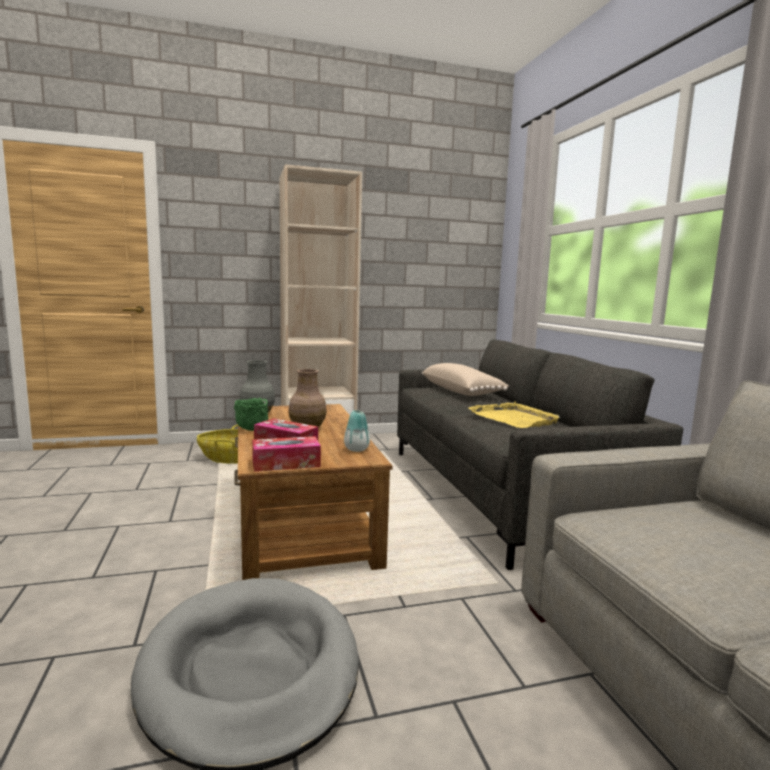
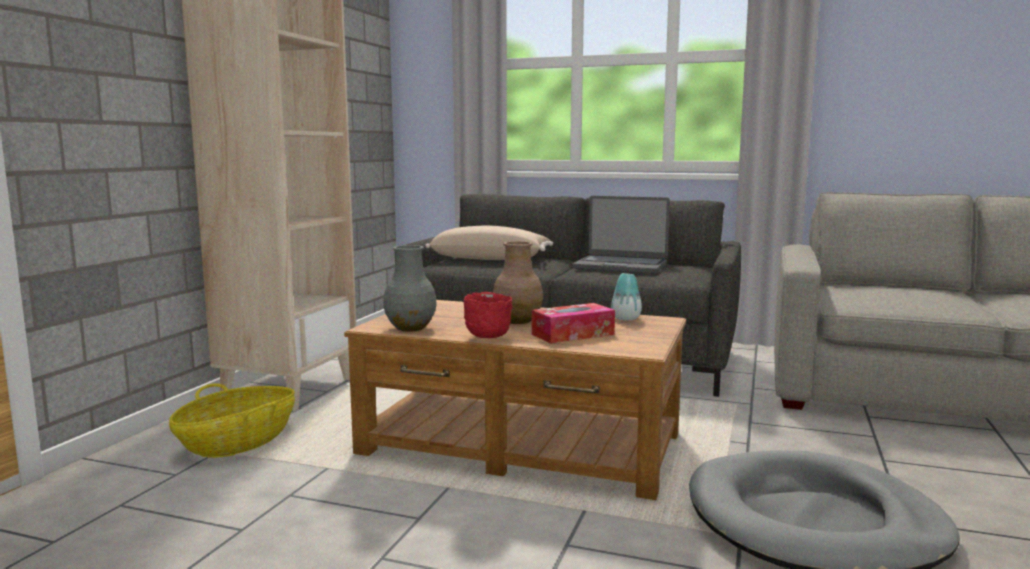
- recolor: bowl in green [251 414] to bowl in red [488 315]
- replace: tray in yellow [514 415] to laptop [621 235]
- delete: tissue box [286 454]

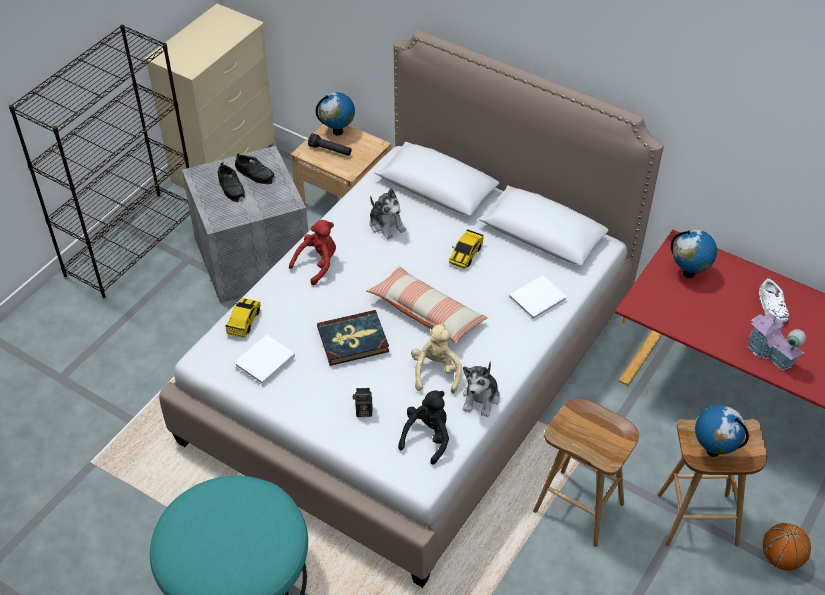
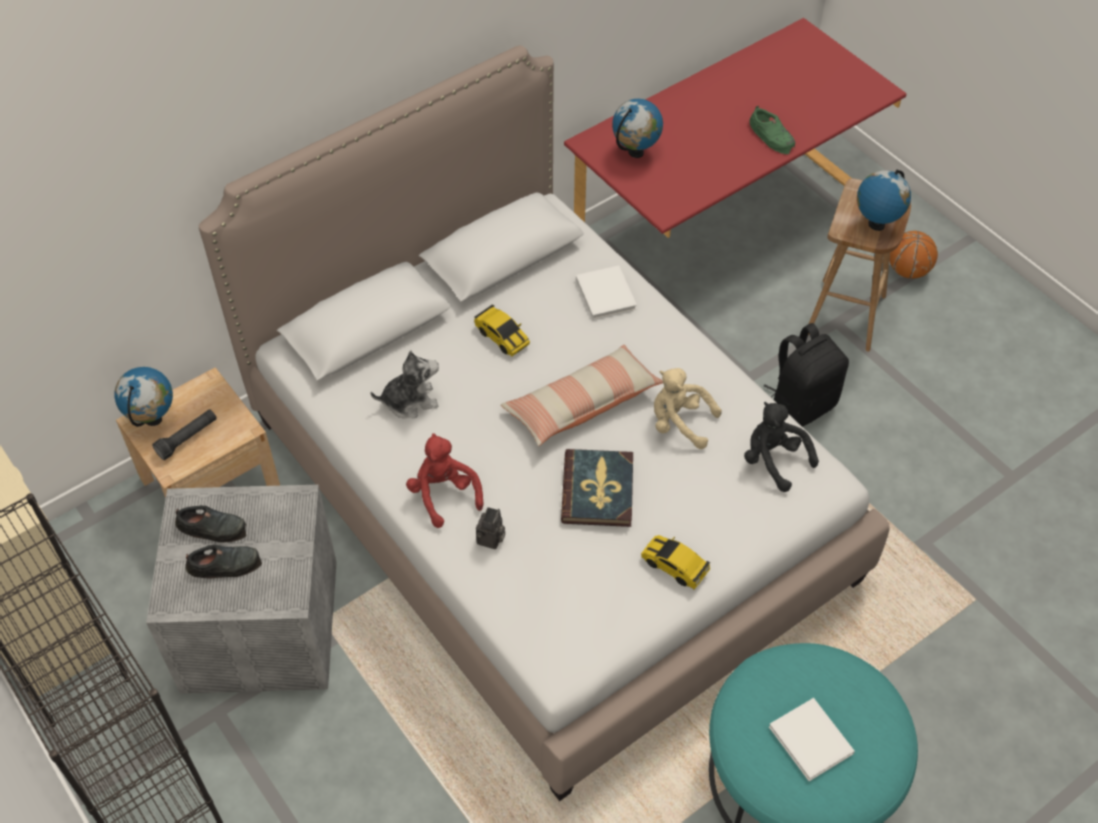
- rotate: shoe in black [255 168] = [210 523] 45 degrees clockwise
- delete: shoe in white [774 300]
- move: toy car [243 318] to [675 562]
- replace: toy house [776 340] to shoe in green [772 130]
- move: book in white [264 360] to [812 739]
- delete: plush toy [481 389]
- move: photo camera [363 402] to [490 528]
- replace: stool in brown [586 472] to backpack in black [806 375]

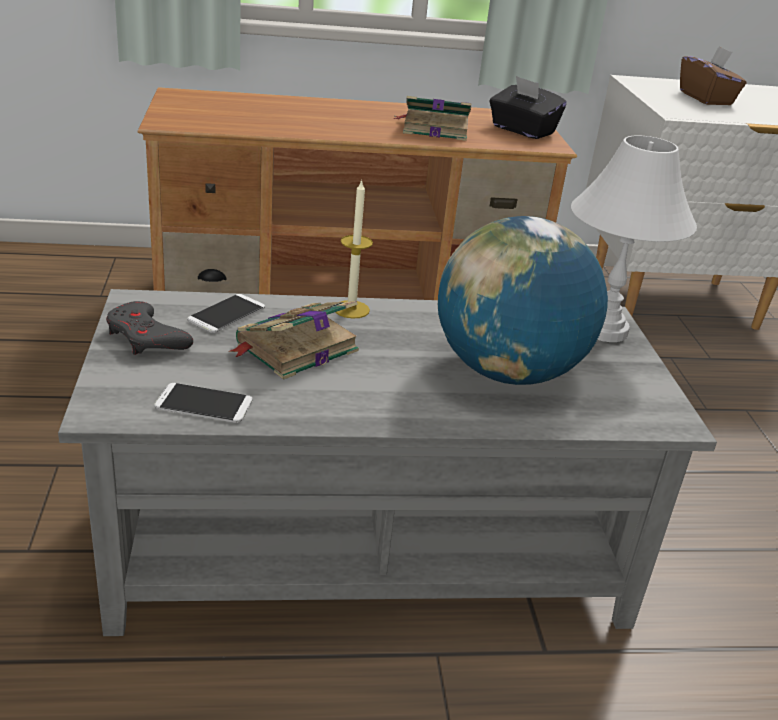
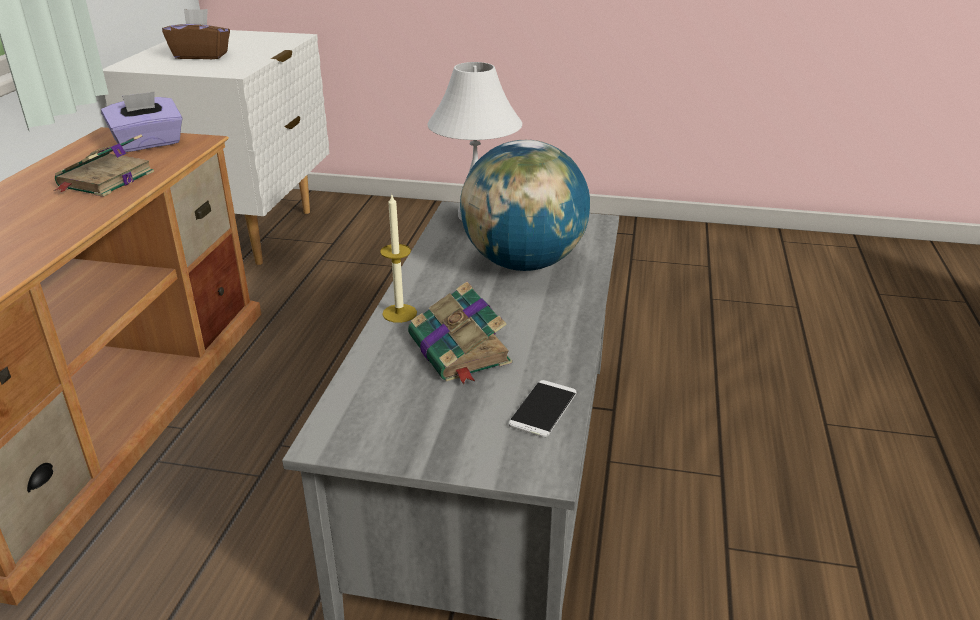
- recolor: tissue box in black [528 107] to tissue box in purple [142 122]
- delete: phone [226 313]
- delete: game controller in grey [149 328]

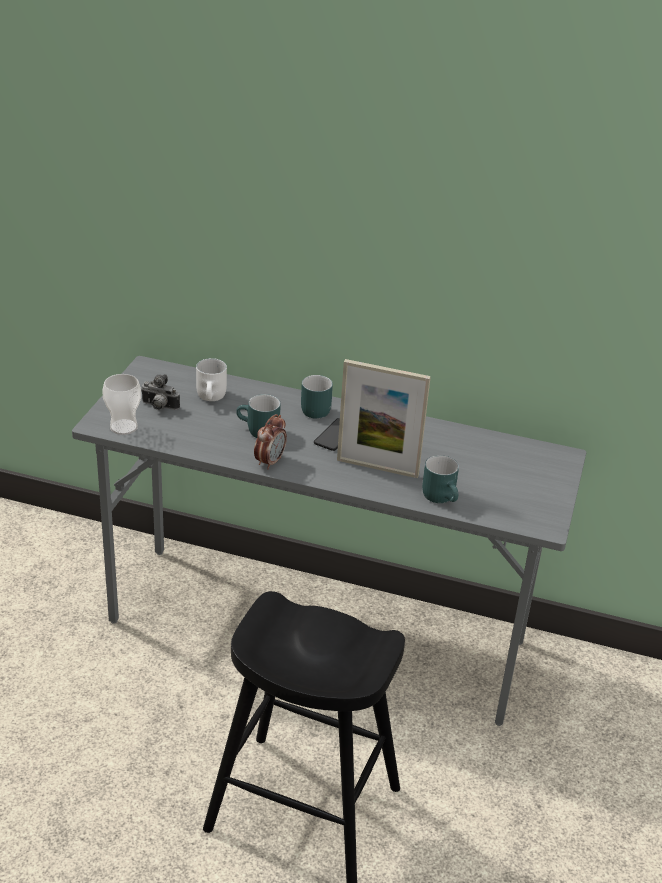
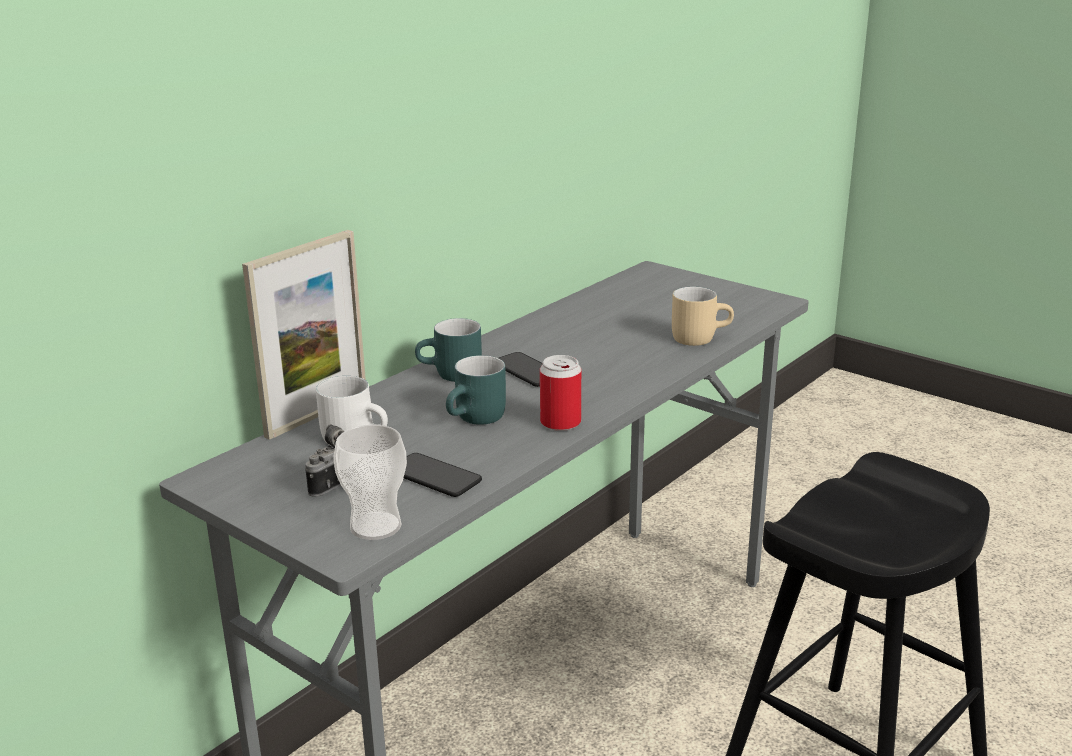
- move: picture frame [384 418] to [304 335]
- replace: alarm clock [270 442] to can [560 393]
- recolor: mug in turquoise [440 479] to mug in beige [703 316]
- insert: phone [443 475]

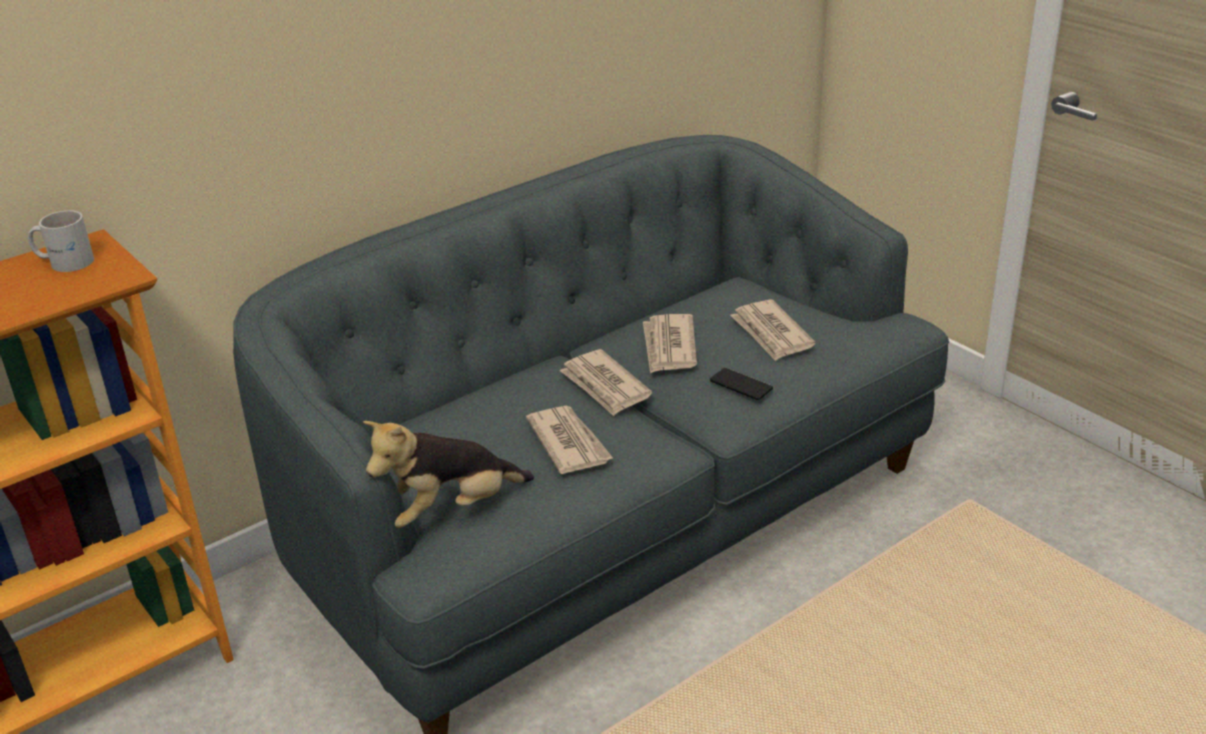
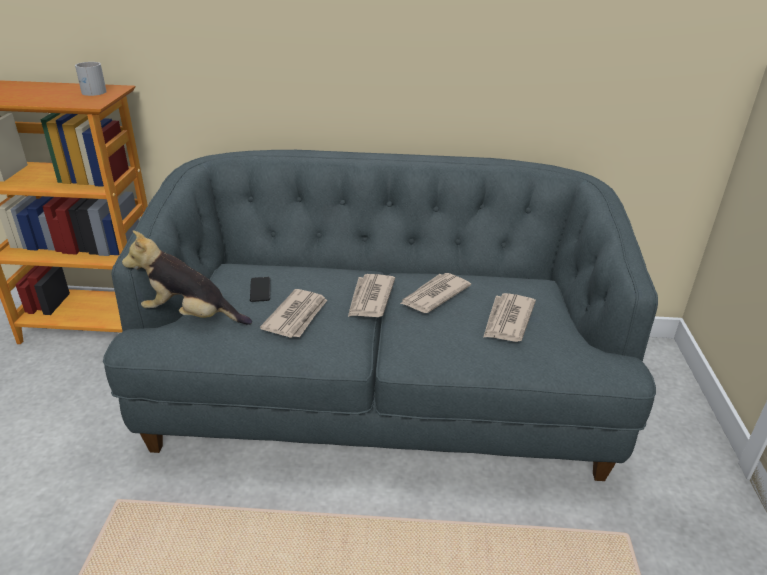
- move: phone [741 384] to [260 289]

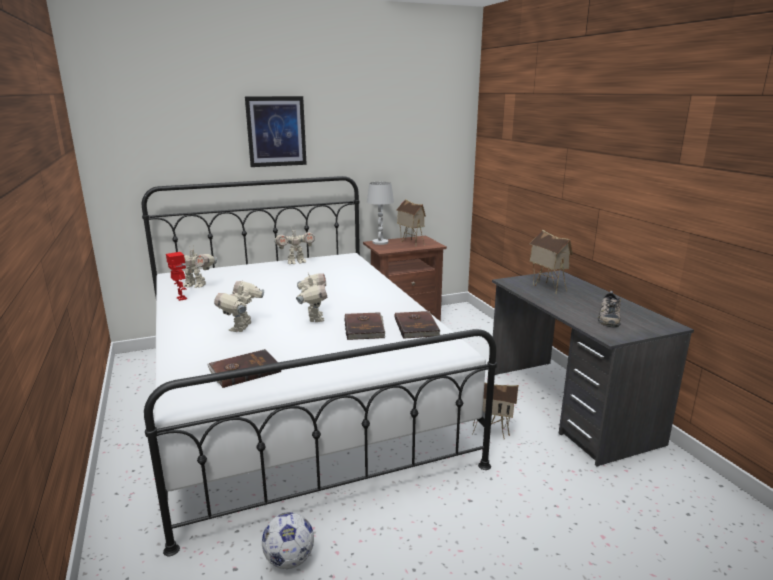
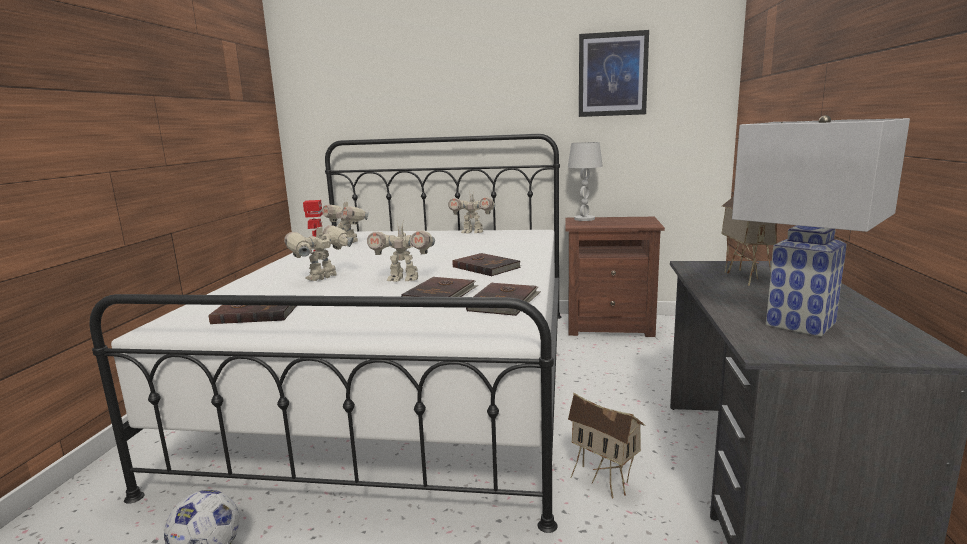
- move: picture [276 131] to [614 73]
- delete: toy house [411 223]
- rotate: toy robot [312 297] = [401 252] 75 degrees clockwise
- replace: shoe [609 309] to table lamp in white [821 226]
- insert: book in brown [486 264]

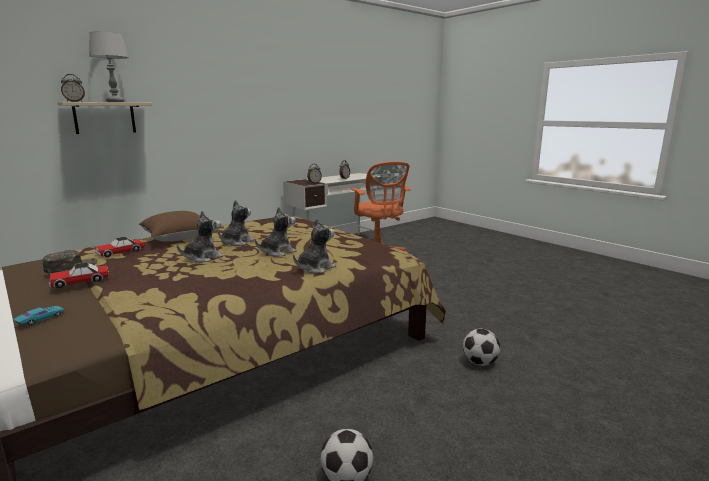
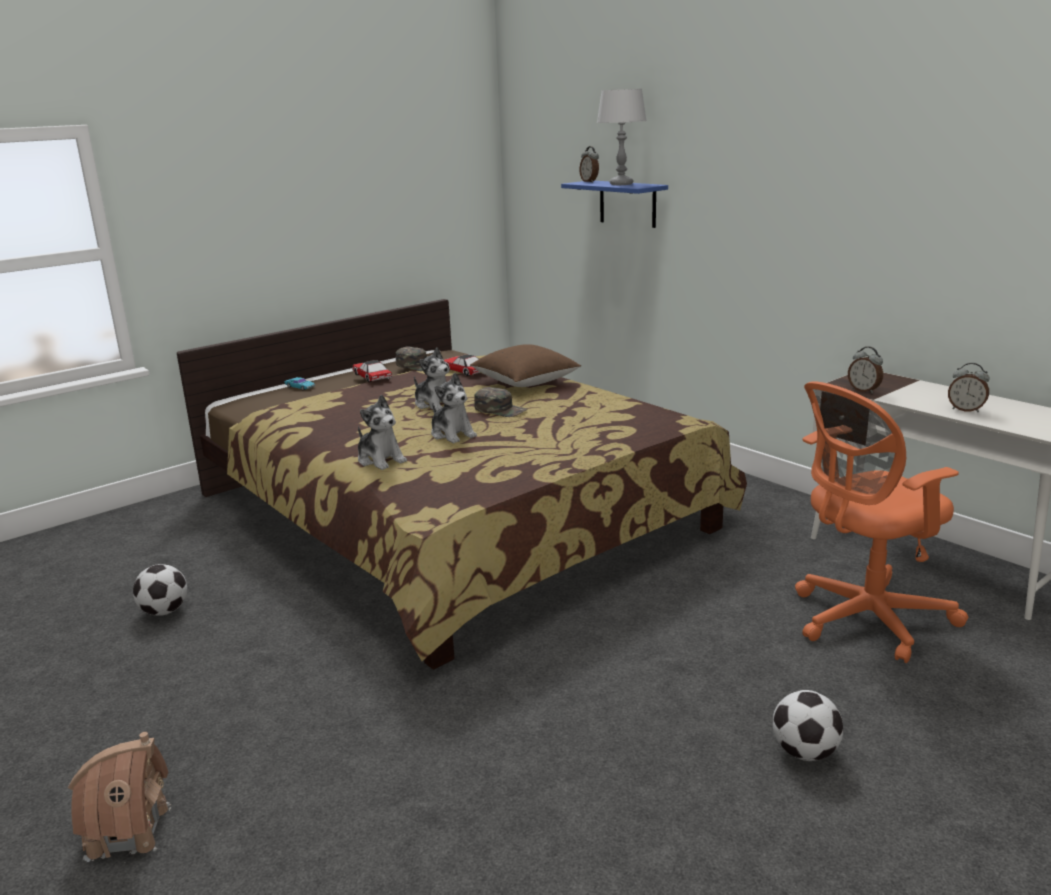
- recolor: shelf in beige [104 118] to shelf in blue [614 204]
- replace: plush toy [236 223] to cap in green [501 402]
- move: football [481 347] to [808 725]
- insert: toy house [119 797]

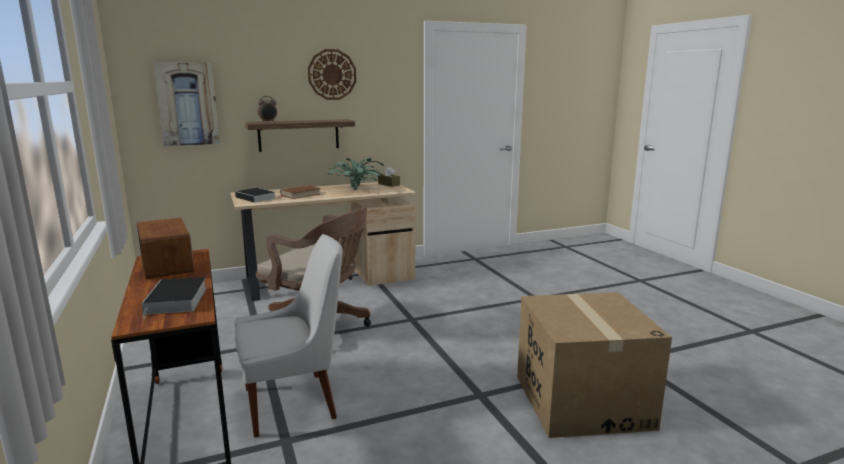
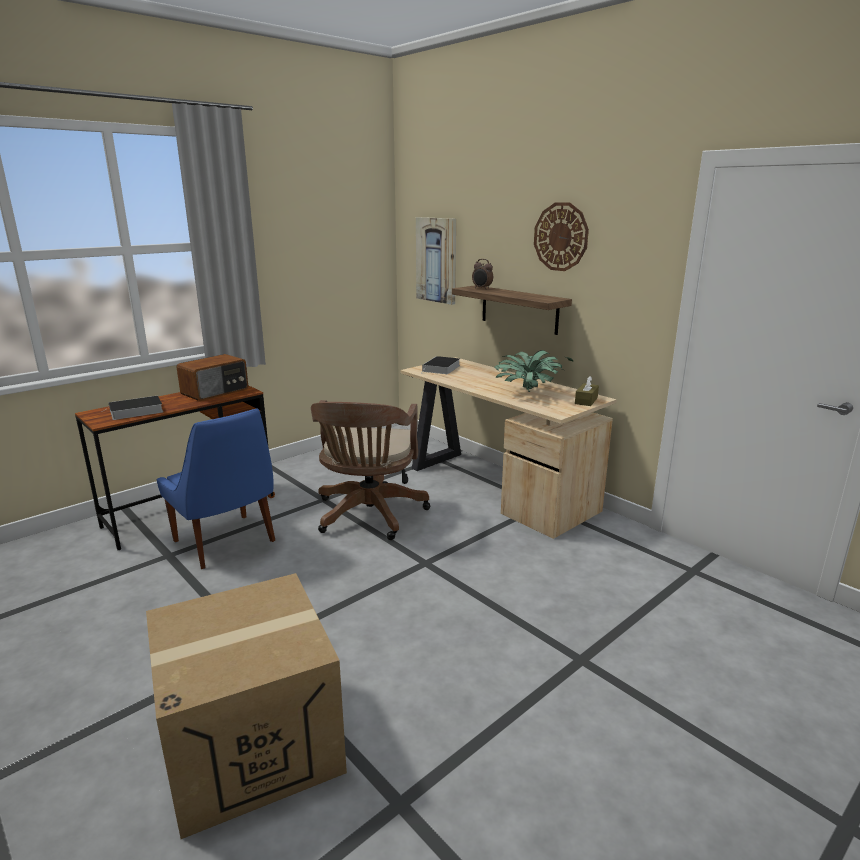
- delete: book in brown [300 192]
- recolor: chair in white [289 336] to chair in blue [215 488]

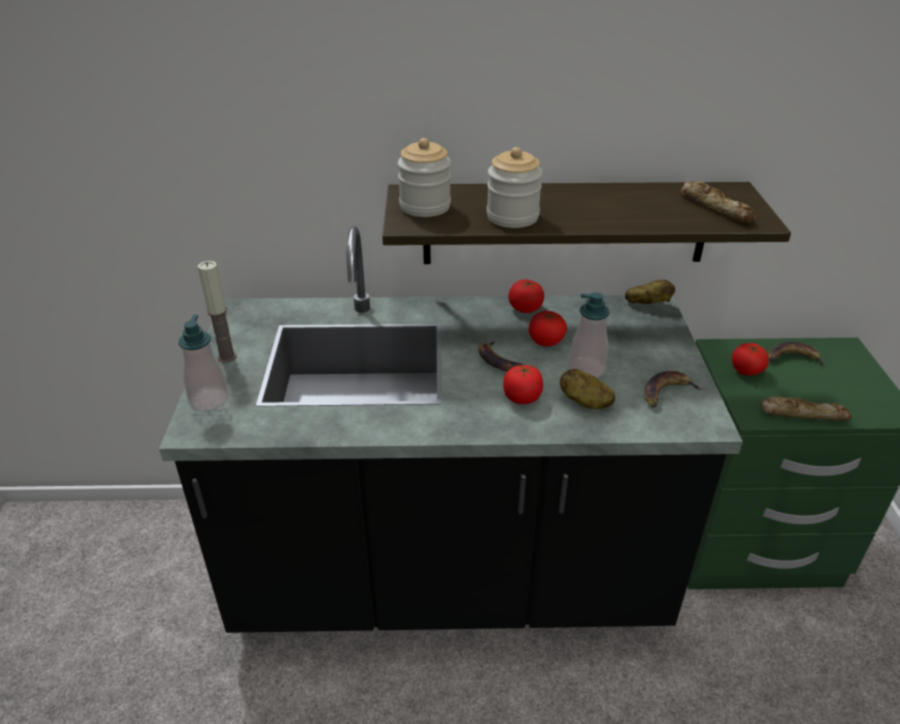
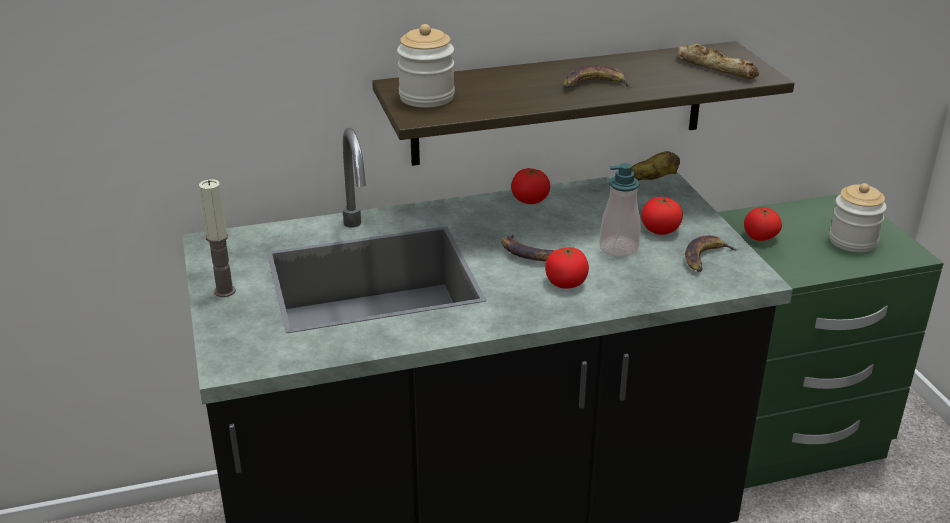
- move: jar [515 187] to [858 218]
- move: tomato [548 329] to [662 216]
- delete: soap dispenser [203 363]
- move: banana [797 354] to [598 76]
- delete: potato [587 389]
- delete: bread [806 409]

